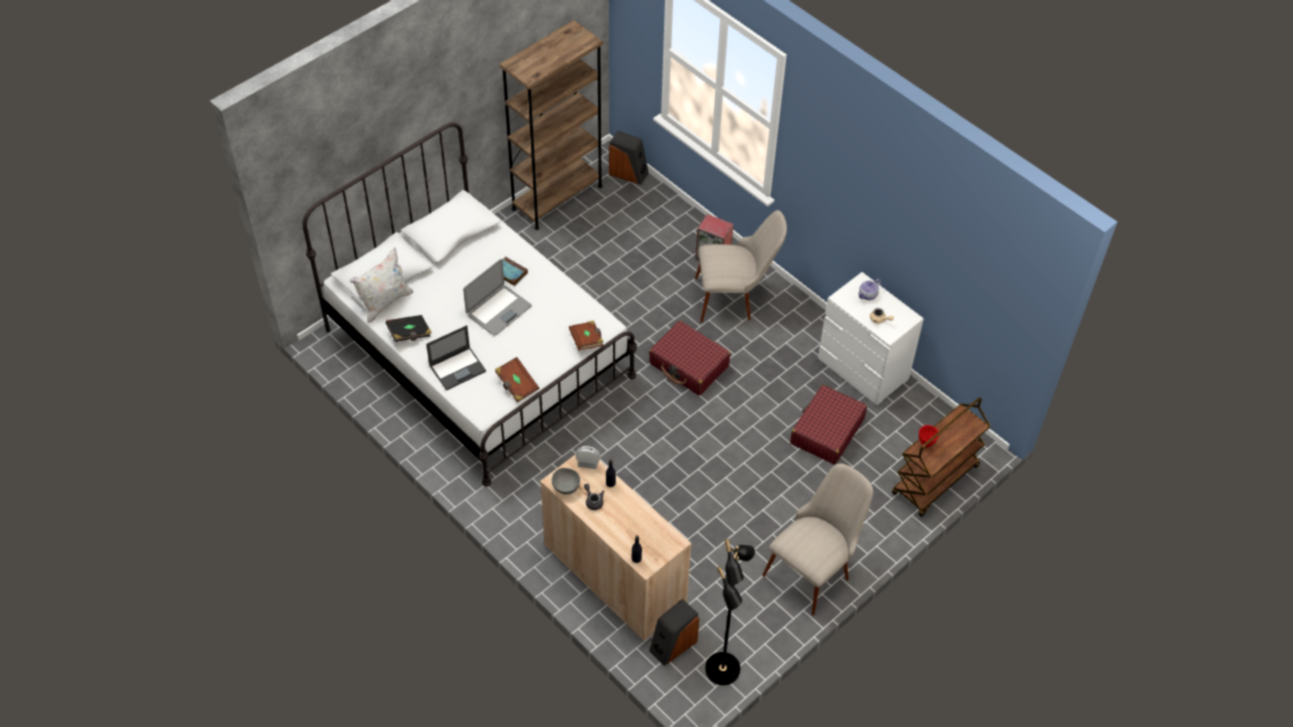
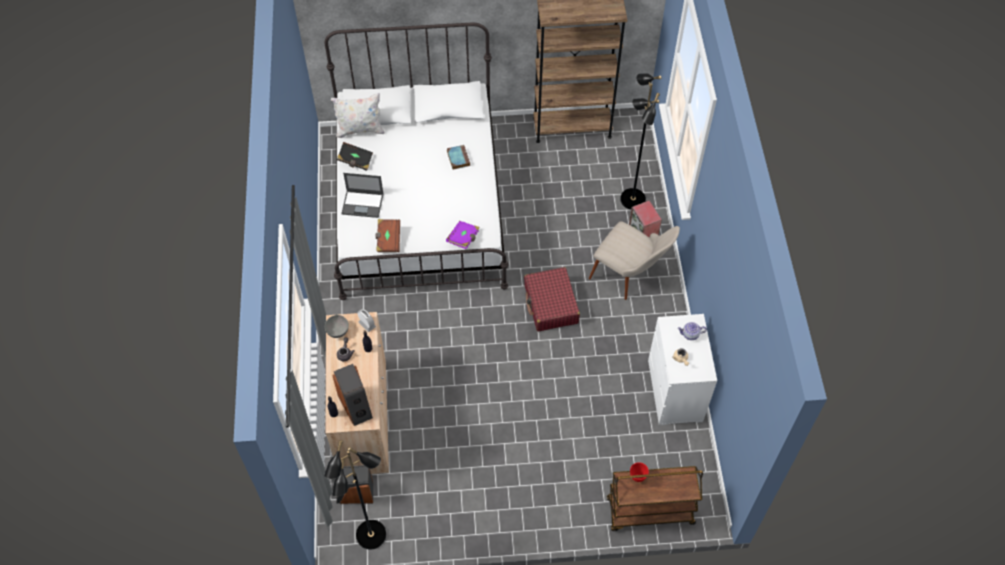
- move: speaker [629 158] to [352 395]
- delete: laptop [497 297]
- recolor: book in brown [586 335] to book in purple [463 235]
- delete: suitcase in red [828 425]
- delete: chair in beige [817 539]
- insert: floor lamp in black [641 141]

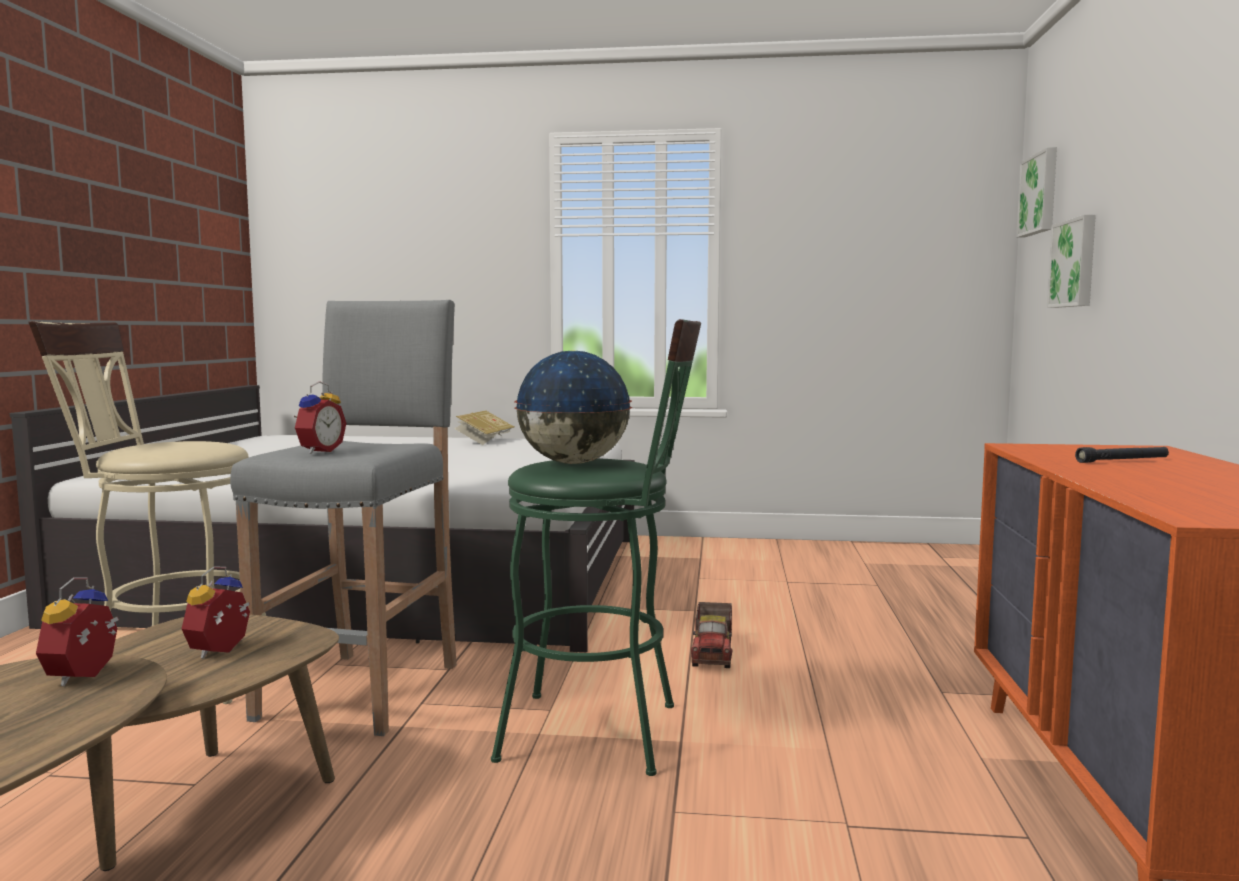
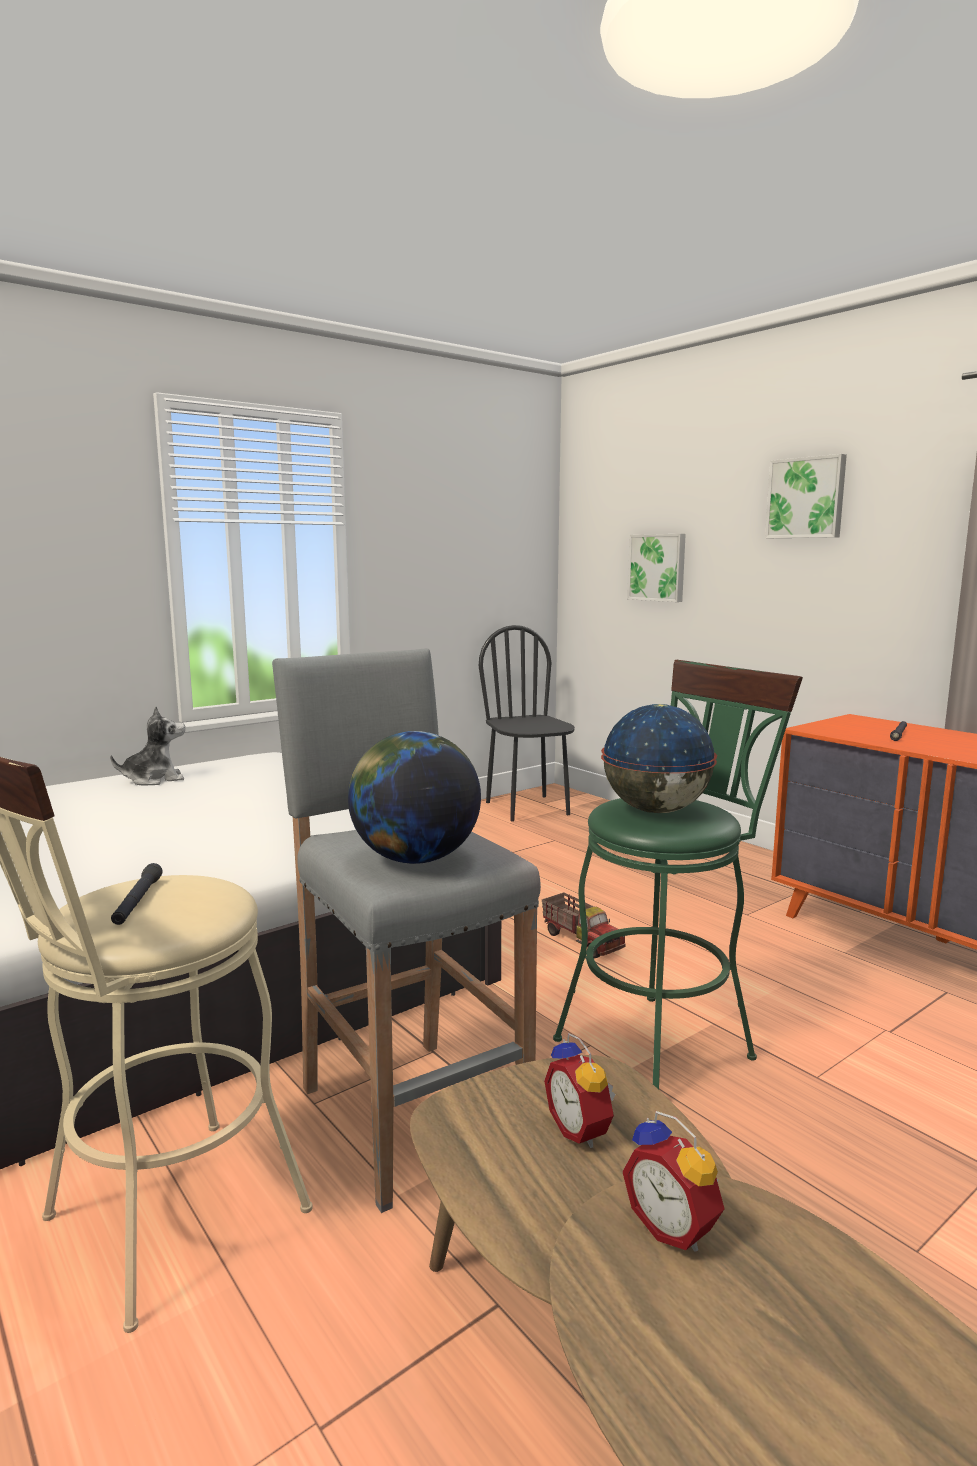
- move: picture [1036 192] to [806 496]
- replace: alarm clock [320 417] to globe [414 797]
- replace: book [484 427] to plush toy [147 746]
- insert: chair in black [527 723]
- insert: flashlight in black [136 894]

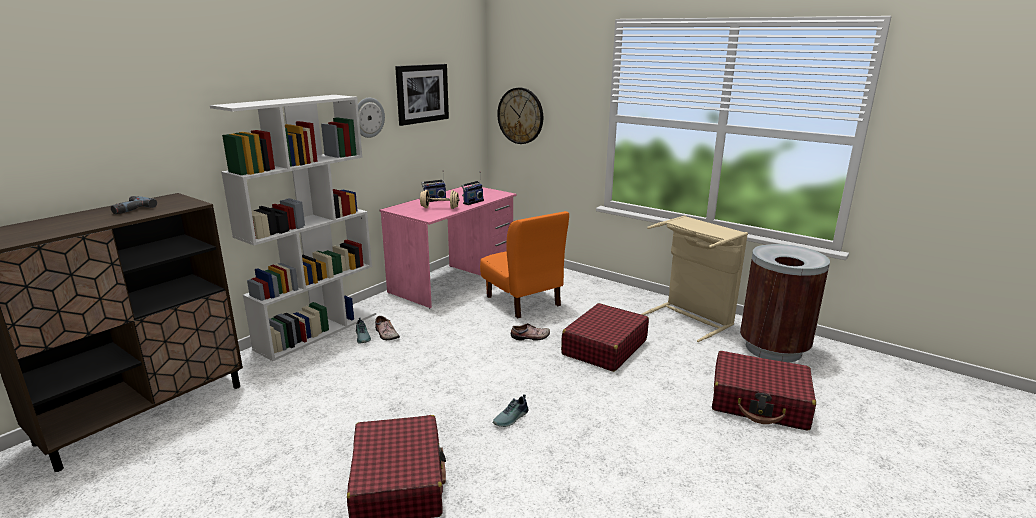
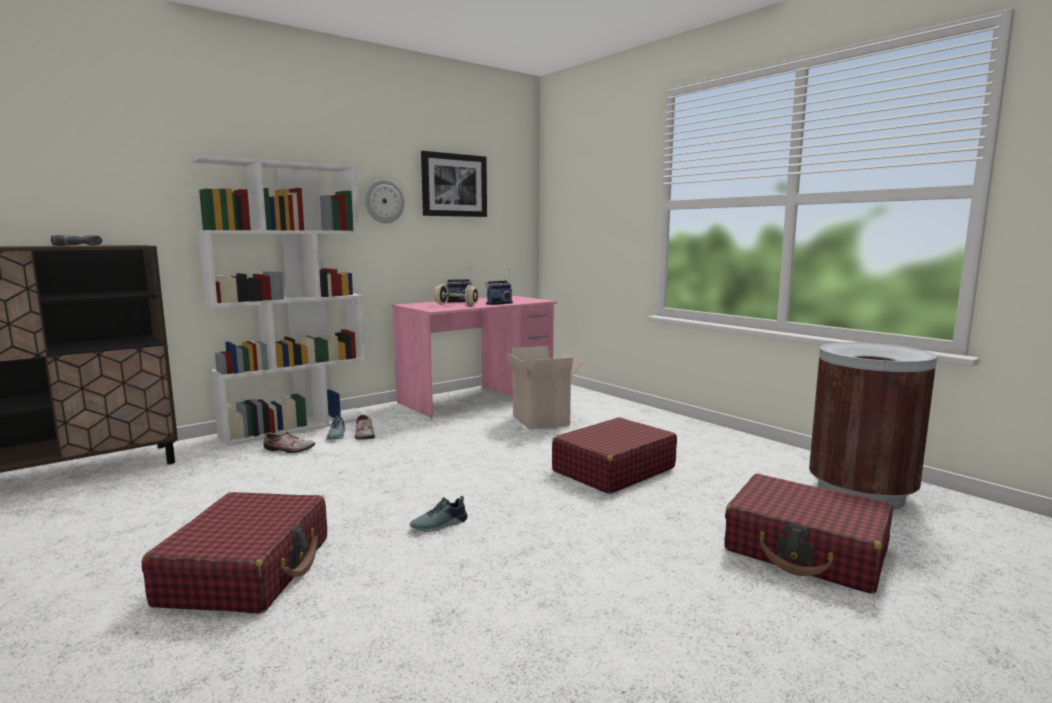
- delete: wall clock [520 116]
- replace: chair in orange [524 264] to cardboard box [545 388]
- delete: laundry basket in beige [695 278]
- move: shoe [530 332] to [289 442]

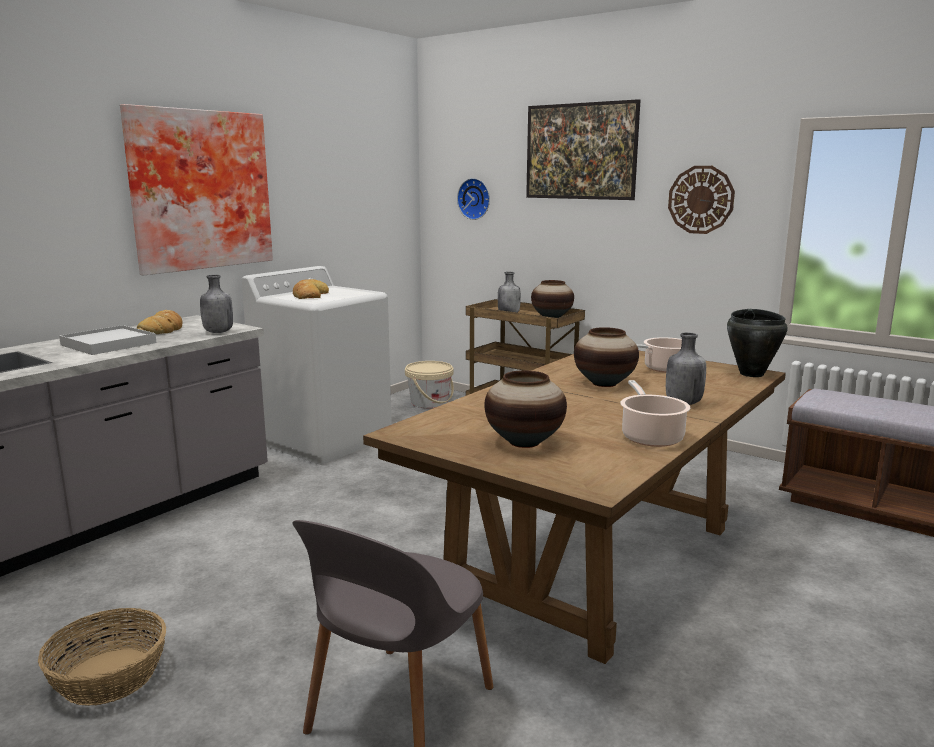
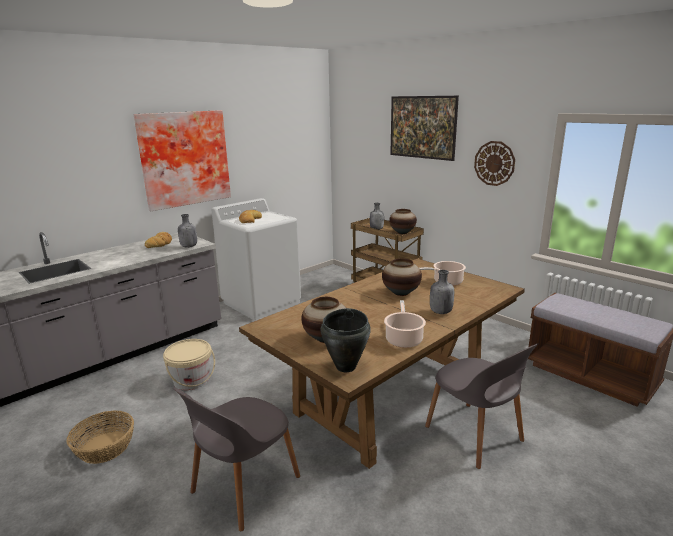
- delete: wall clock [473 199]
- move: cooking pot in black [757 343] to [346 340]
- delete: tray in white [107 340]
- move: bucket in beige [429 384] to [189 364]
- insert: chair in grey [481 406]

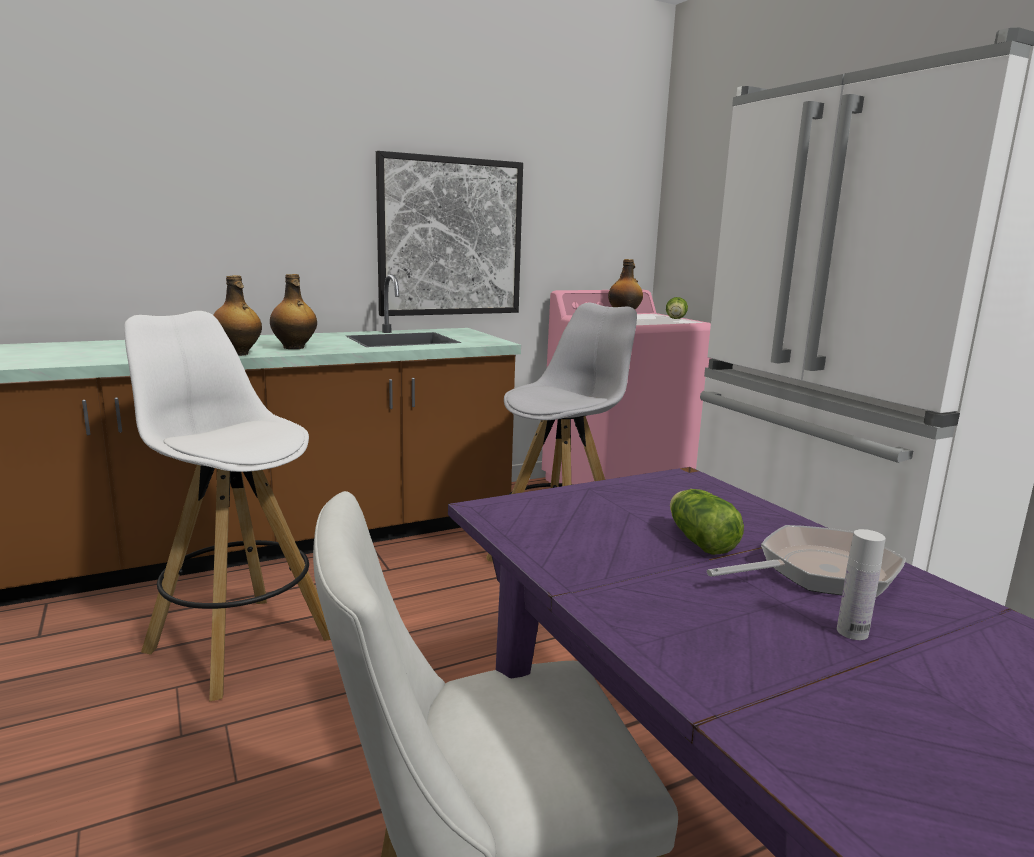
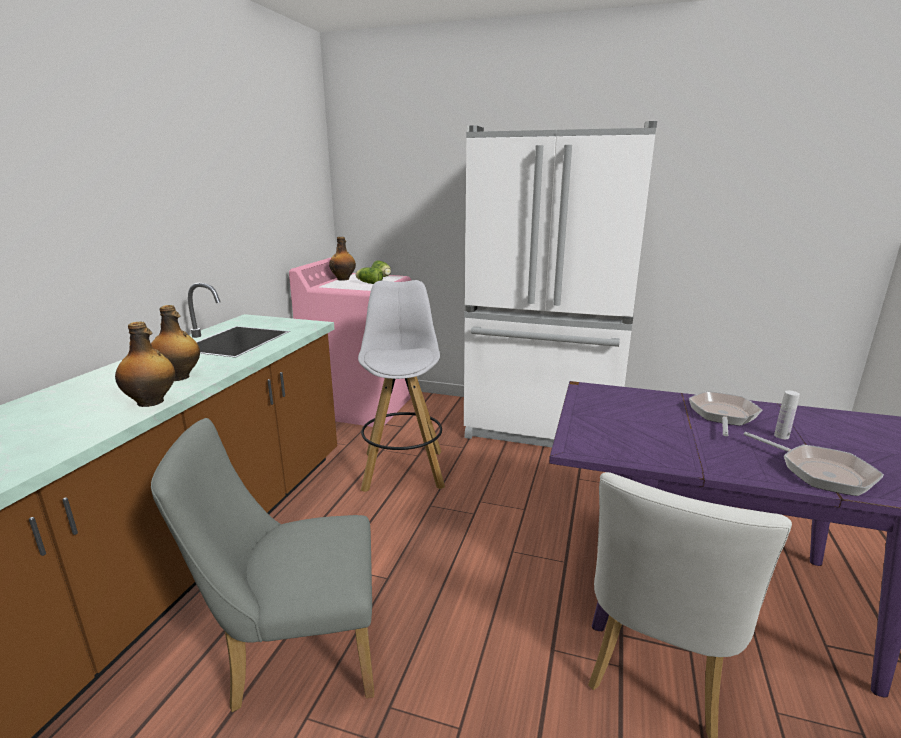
- delete: picture [449 233]
- replace: stool in white [227 506] to chair in grey [262 565]
- move: lettuce [707 522] to [369 275]
- insert: frying pan [814 464]

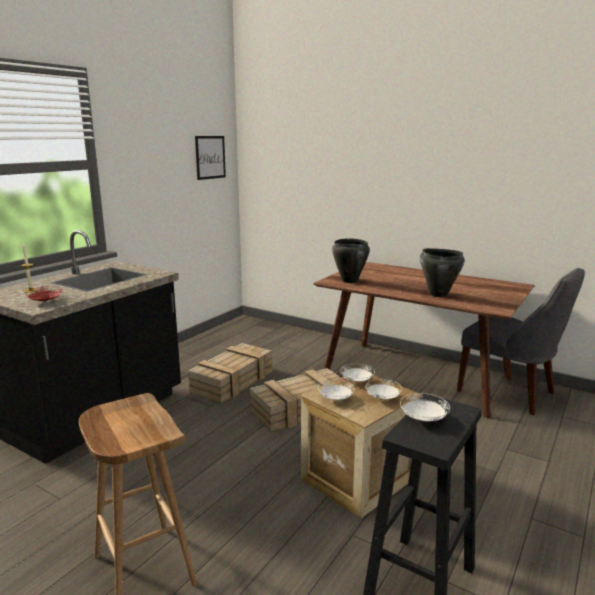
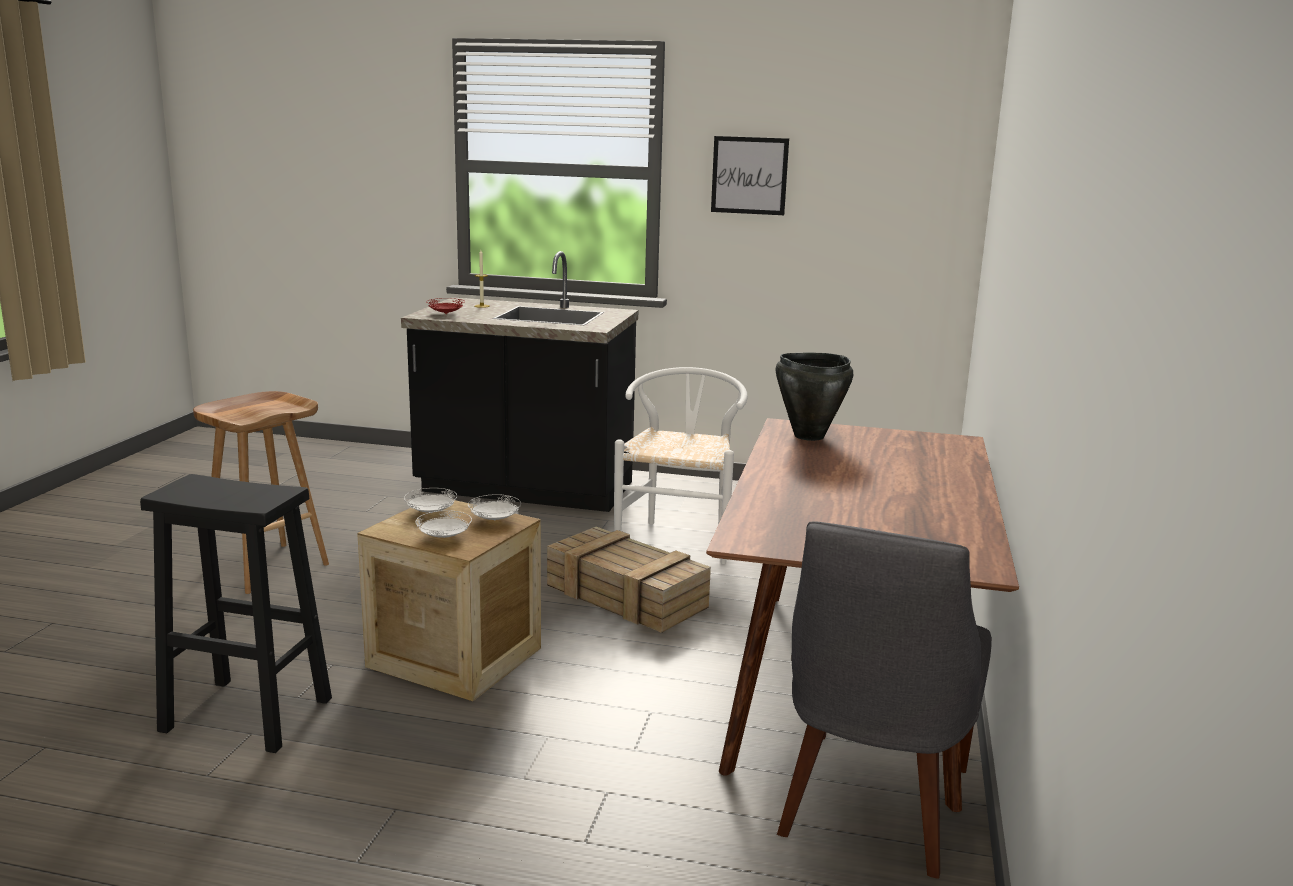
- move: picture [210 158] to [750 175]
- delete: cooking pot in black [442 272]
- replace: crate [230 373] to chair in white [681 465]
- delete: plate in white [425 407]

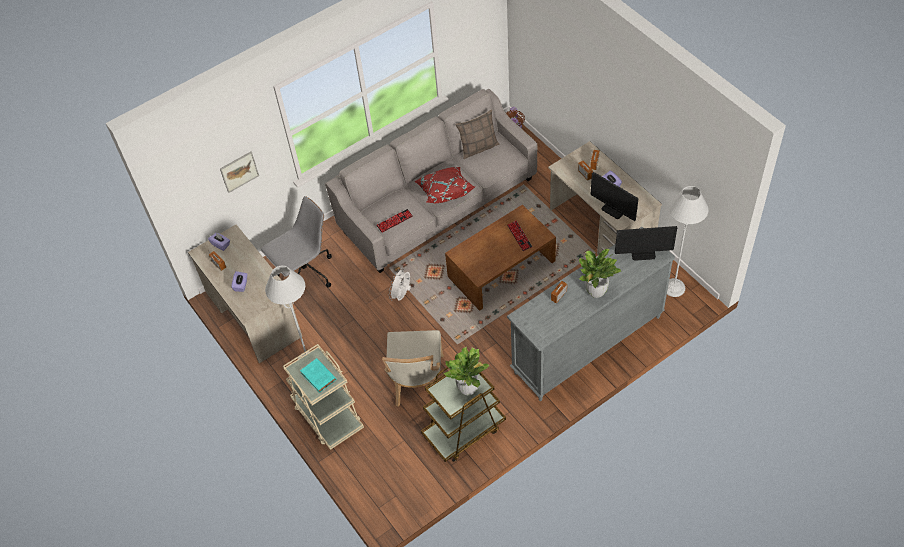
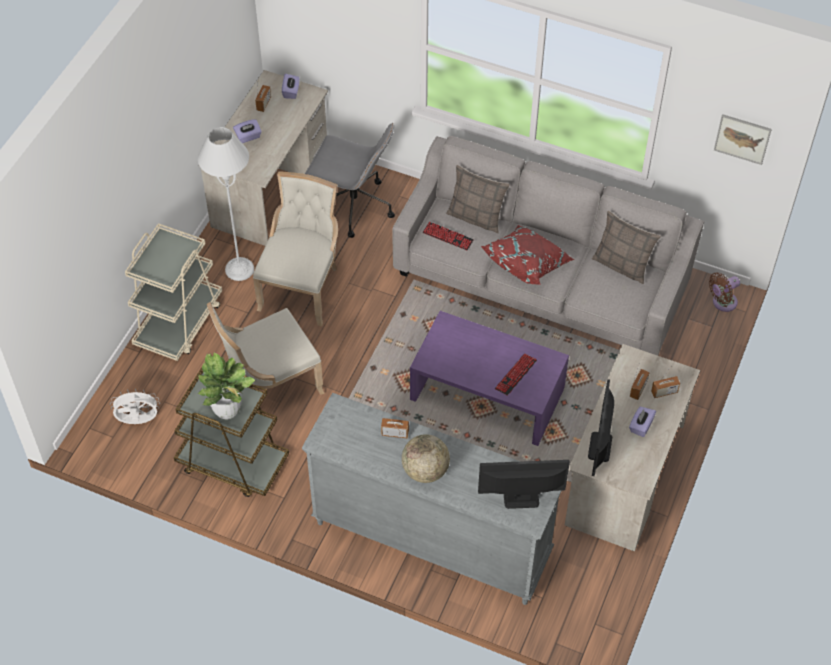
- move: picture [239 172] to [743 139]
- delete: floor lamp in grey [688 241]
- recolor: coffee table in brown [500 258] to coffee table in purple [489 378]
- rotate: monitor [646 243] = [524 484] 120 degrees clockwise
- replace: potted plant [600 273] to globe [426 458]
- move: fan in white [400 285] to [135 406]
- delete: book in turquoise [318 375]
- insert: pillow [478 199]
- insert: chair in beige [295 248]

